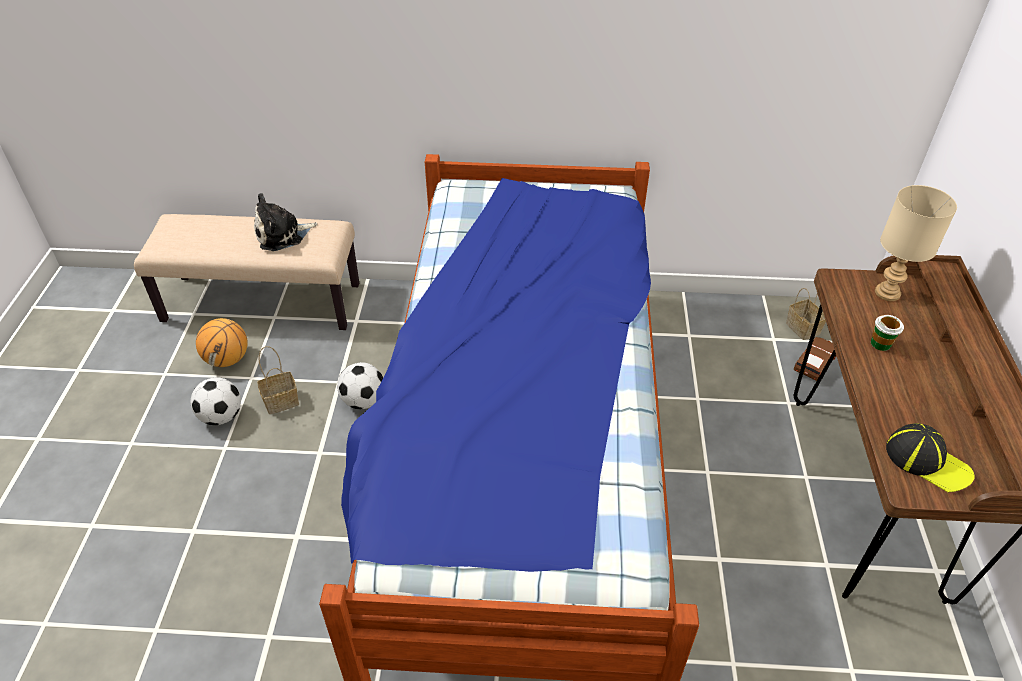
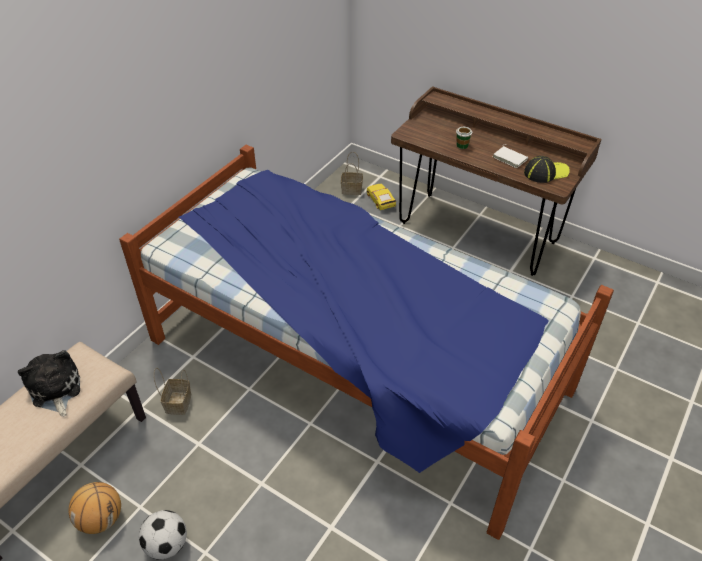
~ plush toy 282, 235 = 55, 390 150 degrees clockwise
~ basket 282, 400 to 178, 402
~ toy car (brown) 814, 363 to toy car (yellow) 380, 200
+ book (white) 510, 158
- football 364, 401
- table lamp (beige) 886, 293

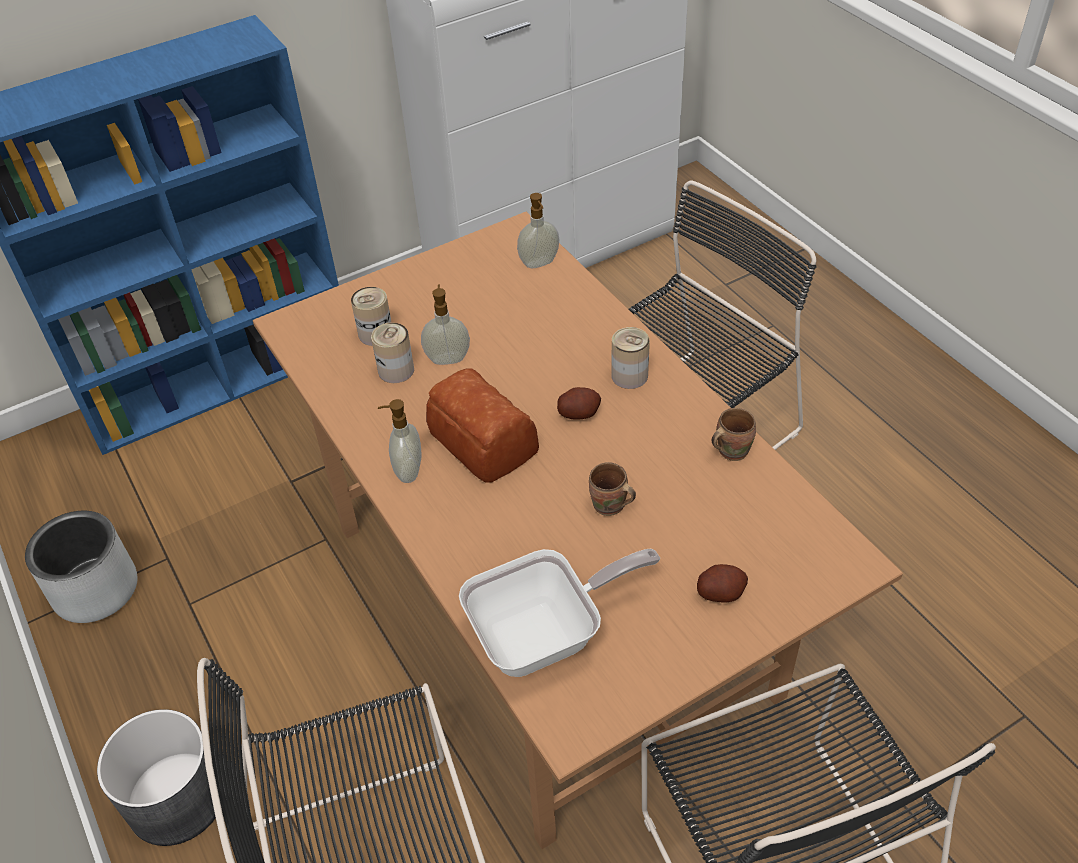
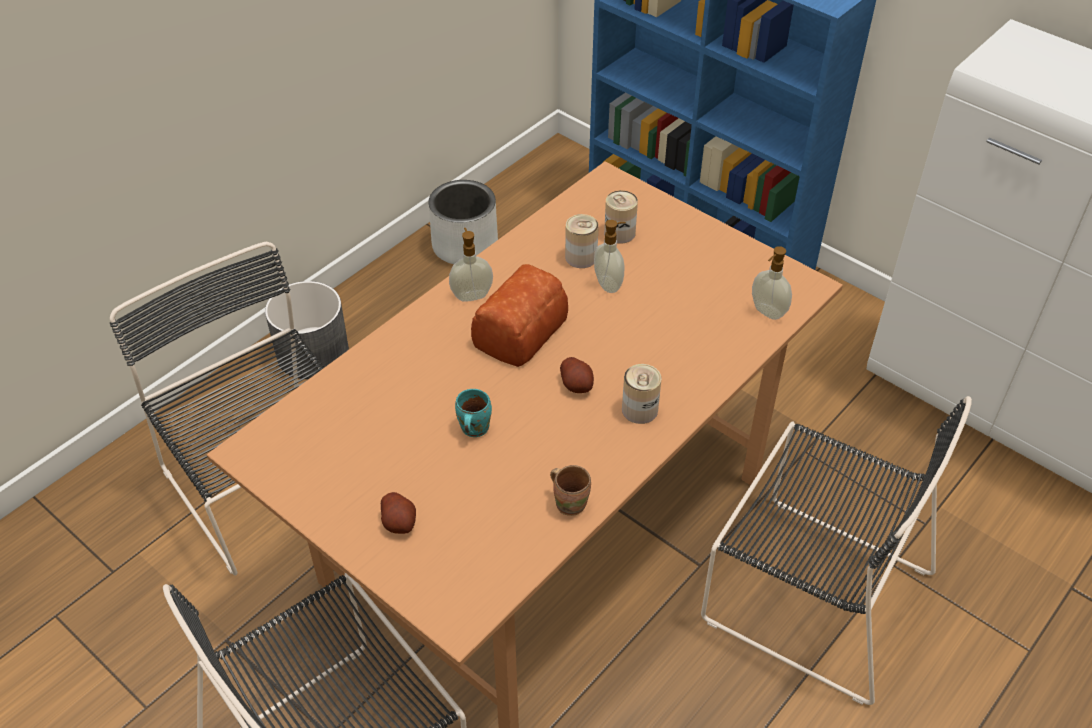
~ mug (brown) 609, 507 to mug (turquoise) 472, 429
- frying pan 546, 635

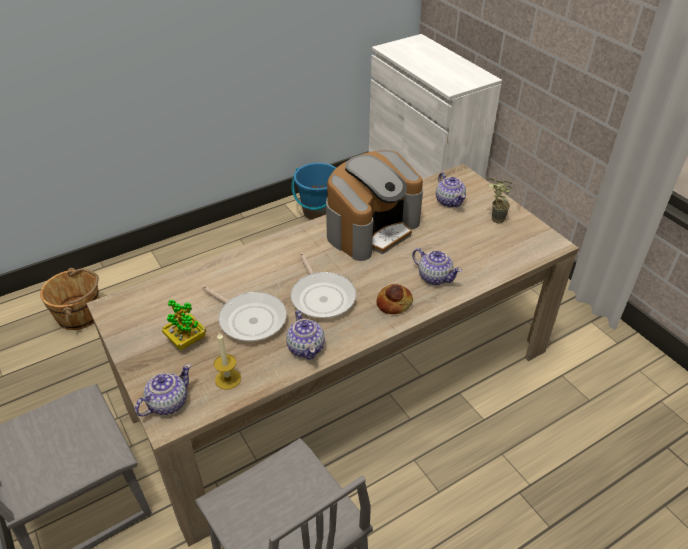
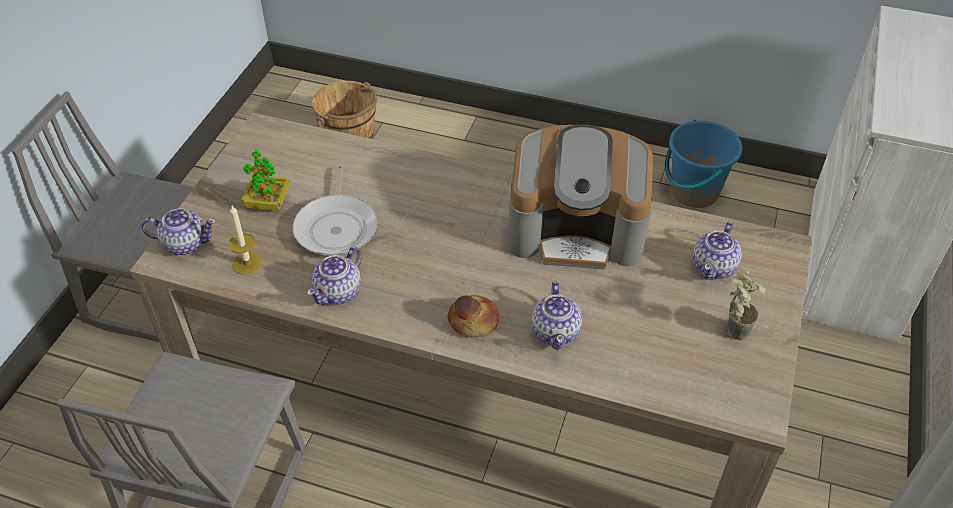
- frying pan 322, 296

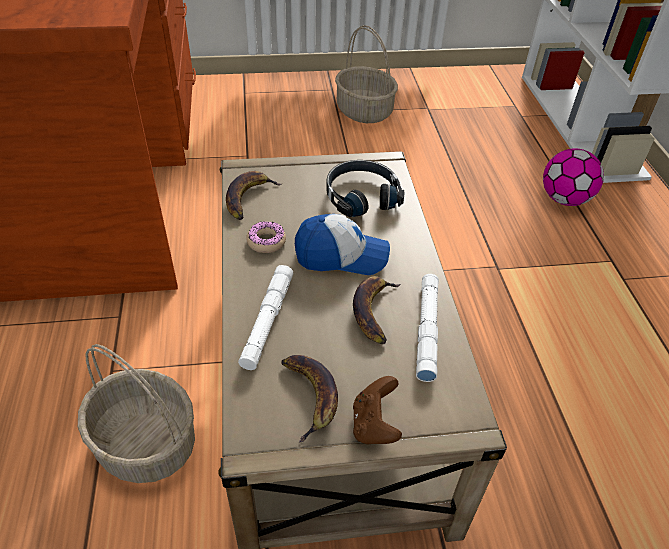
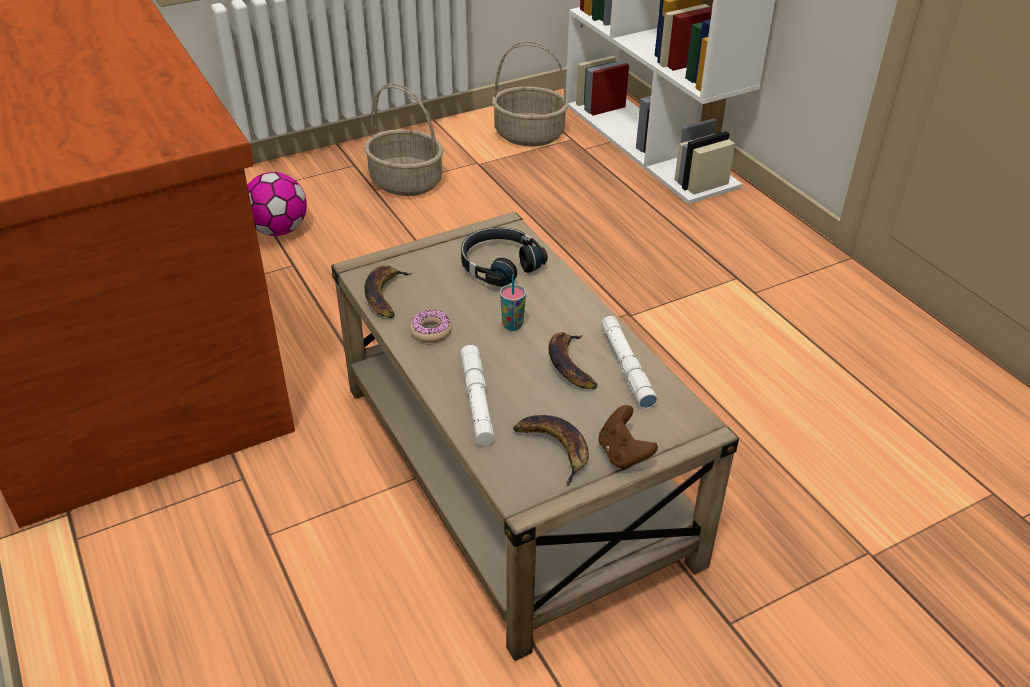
~ football 564, 199 to 279, 230
~ basket 148, 444 to 530, 135
~ cap 341, 256 to cup 512, 325

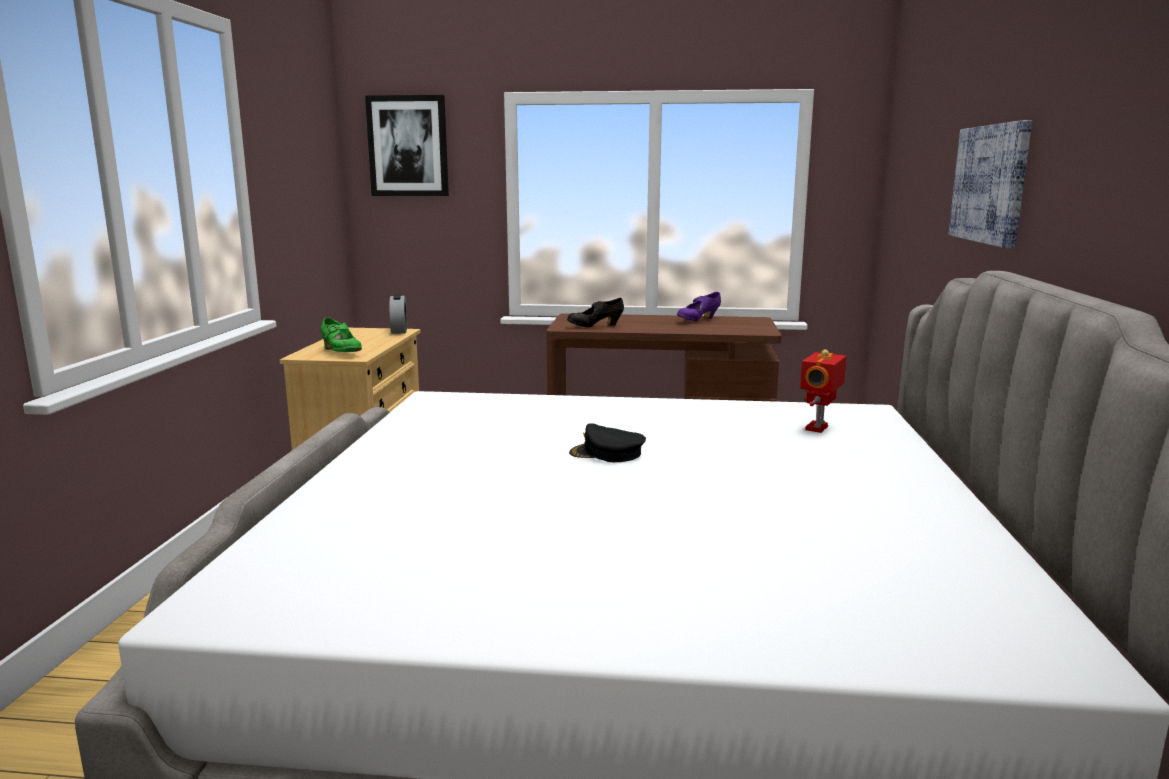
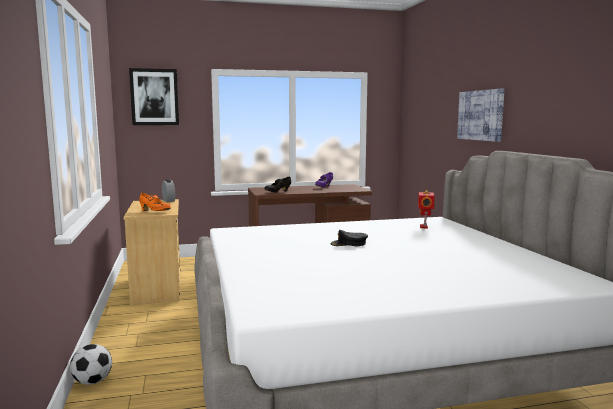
+ football 92, 382
~ shoe (green) 341, 352 to shoe (orange) 154, 211

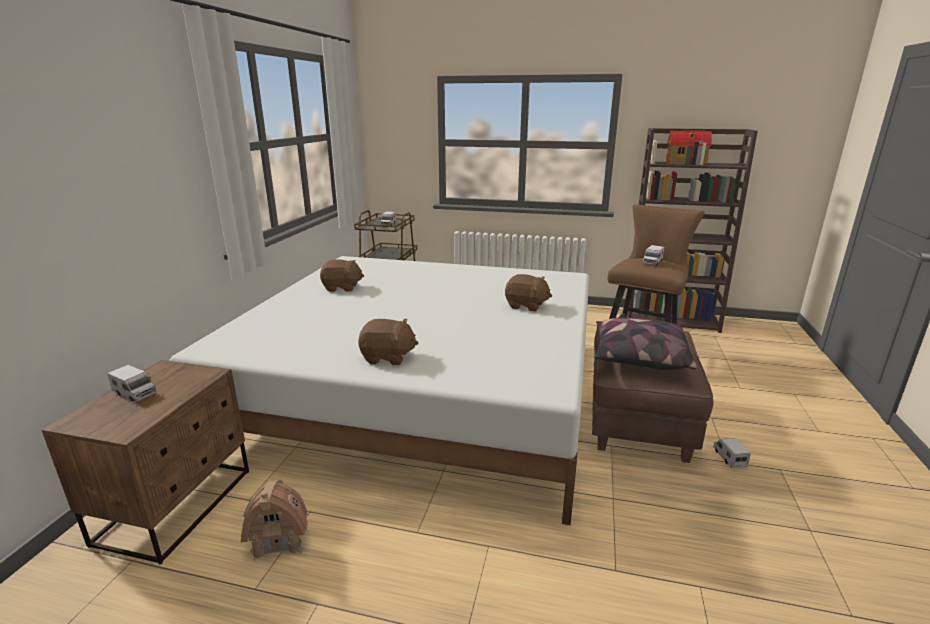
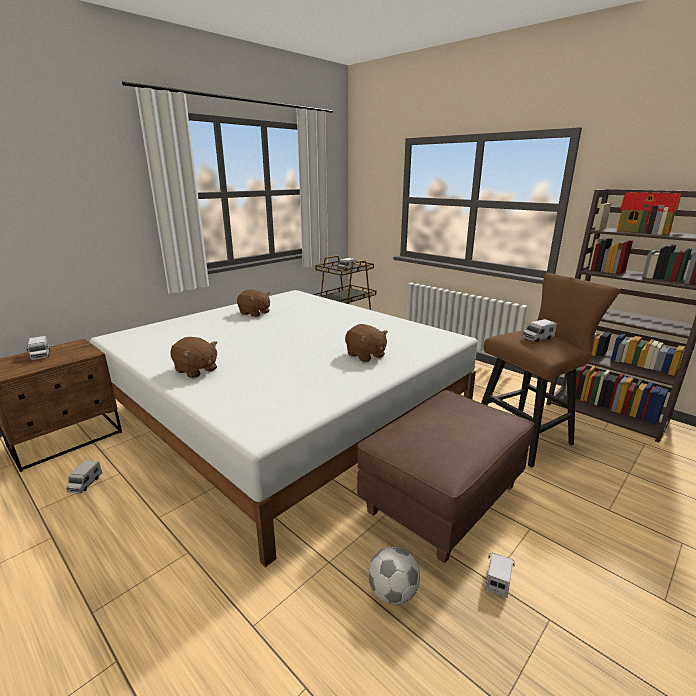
~ toy house 280, 539 to toy truck 85, 483
+ football 392, 593
- pillow 638, 358

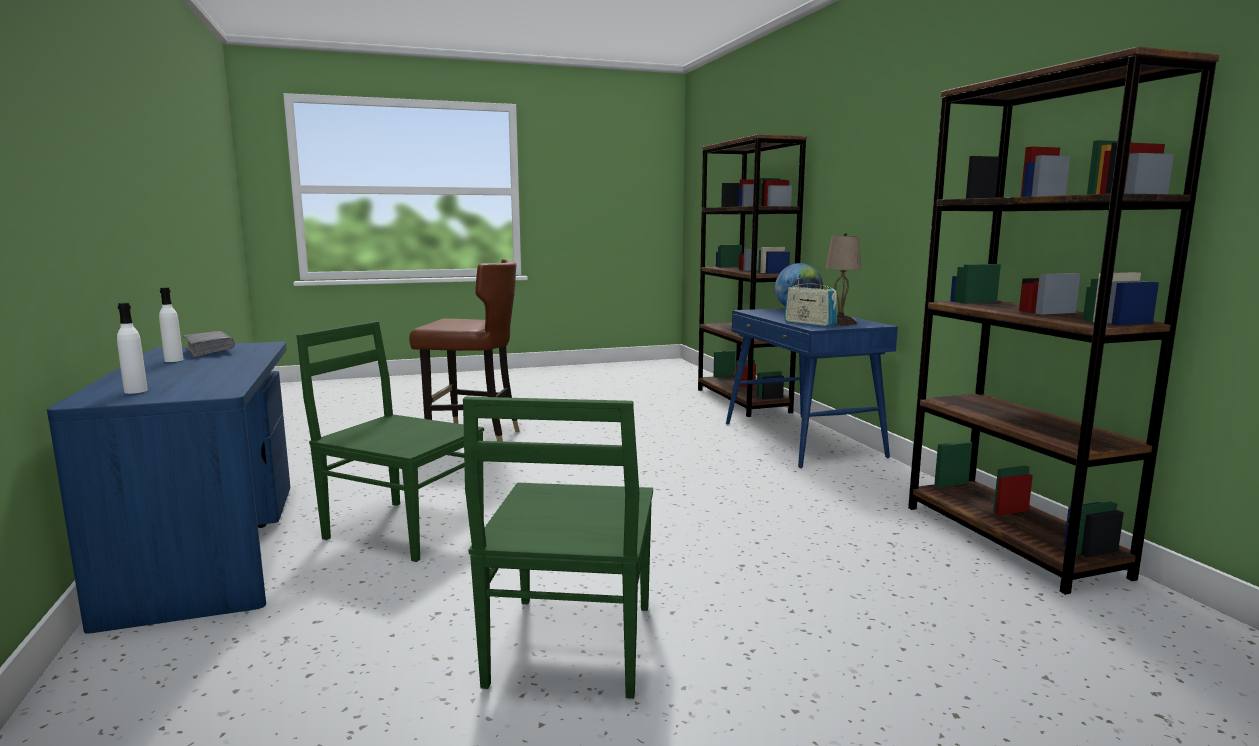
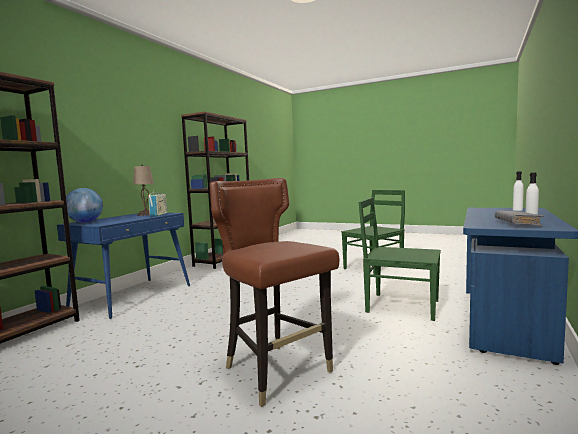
~ chair (green) 402, 529 = 400, 306 135 degrees clockwise

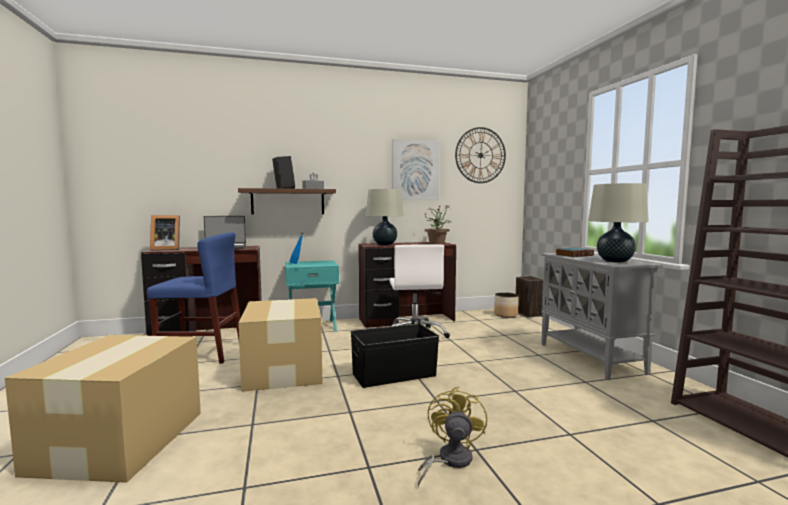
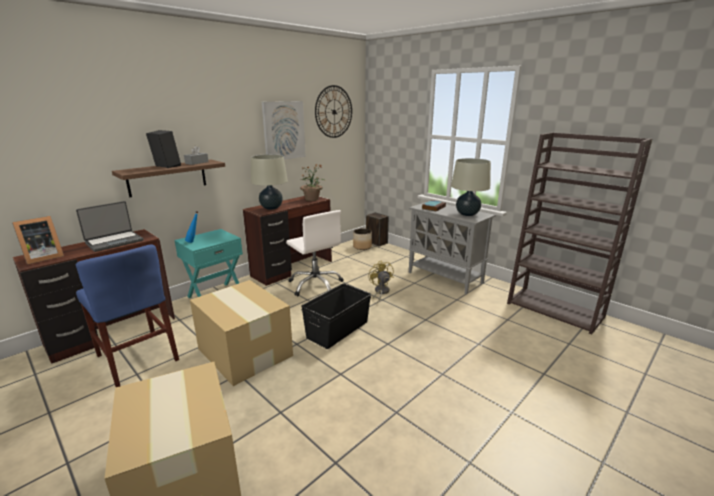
~ chair (blue) 201, 353 = 137, 358 75 degrees clockwise
~ fan (yellow) 449, 461 to 380, 292

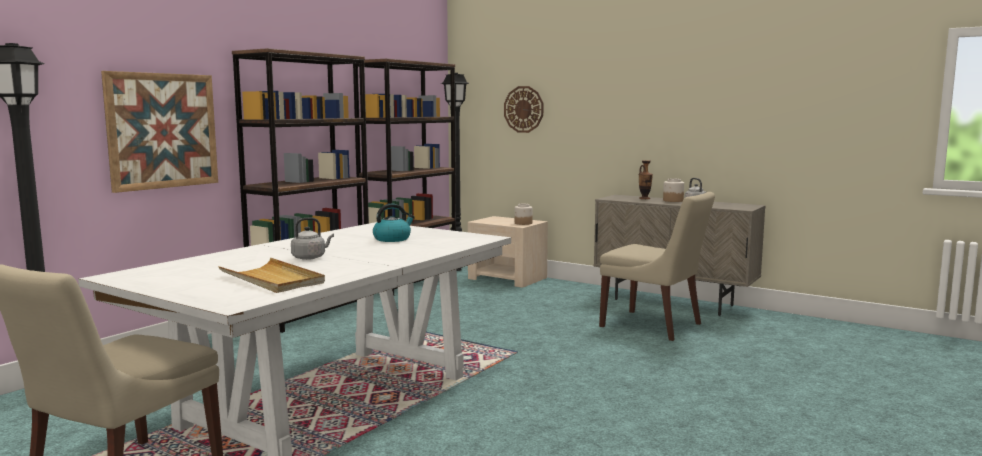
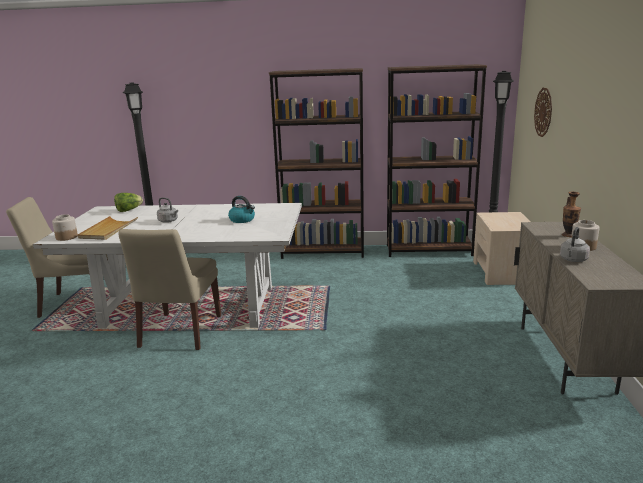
~ jar 523, 223 to 66, 237
+ lettuce 129, 210
~ chair (beige) 654, 326 to 179, 333
- picture 162, 131

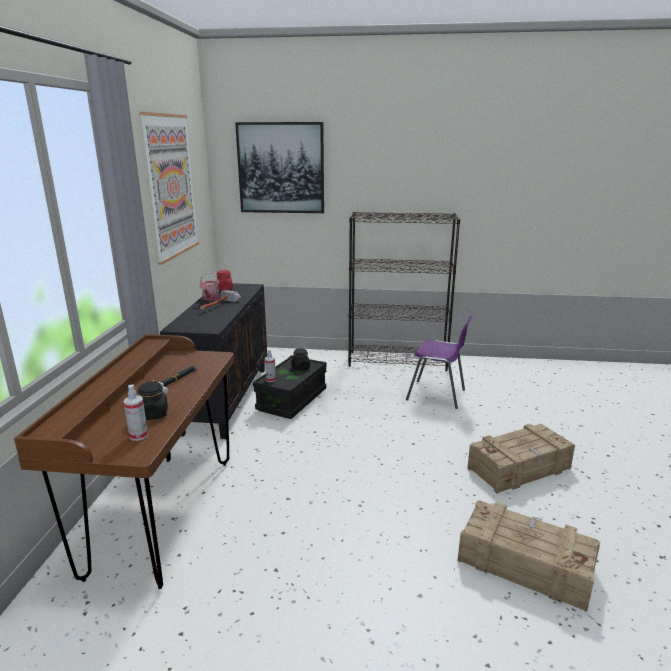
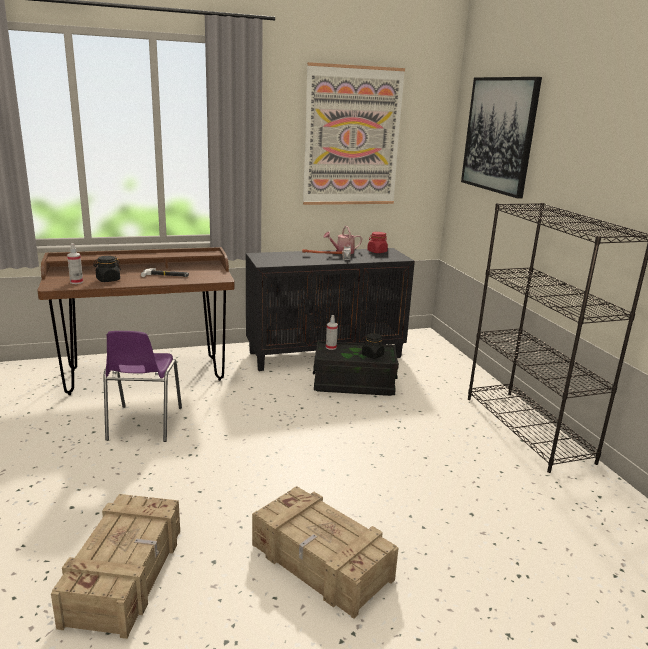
~ chair (purple) 437, 395 to 143, 425

